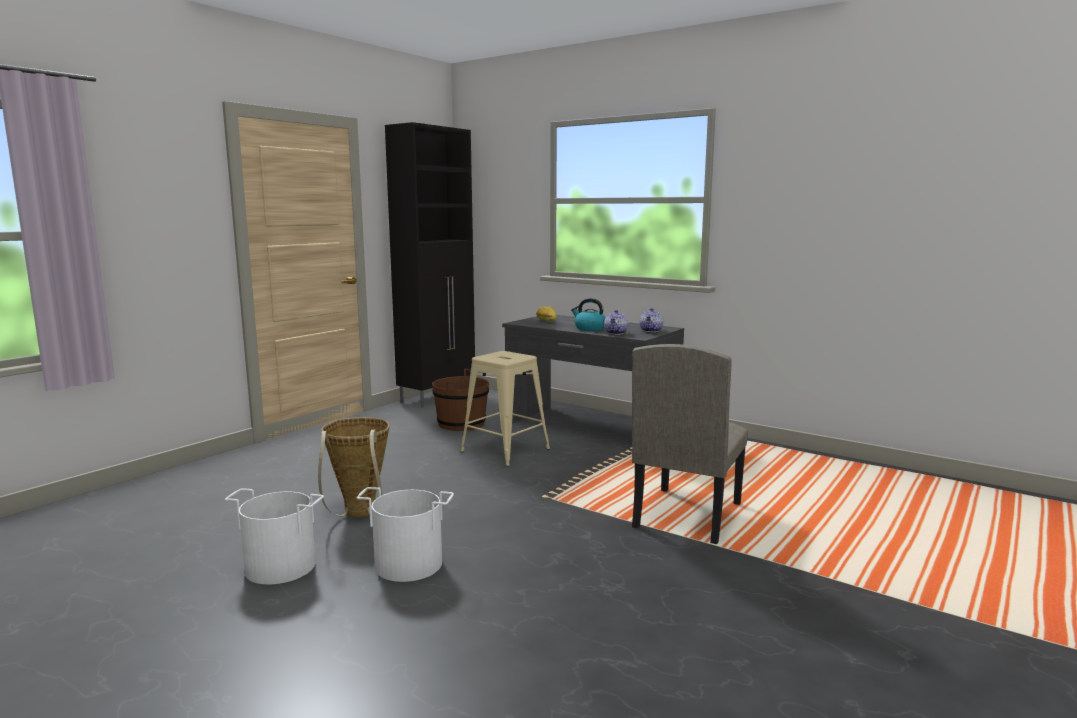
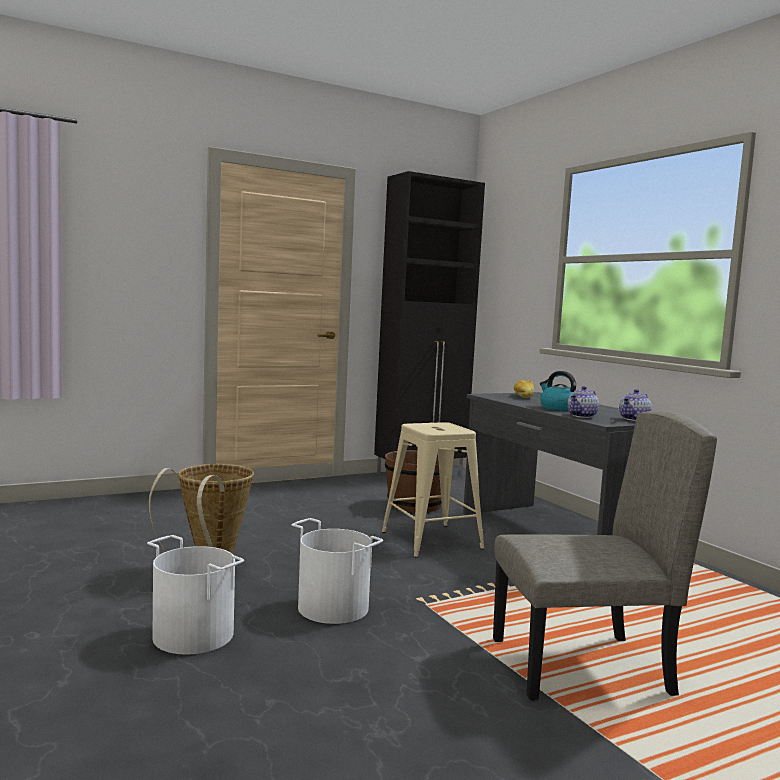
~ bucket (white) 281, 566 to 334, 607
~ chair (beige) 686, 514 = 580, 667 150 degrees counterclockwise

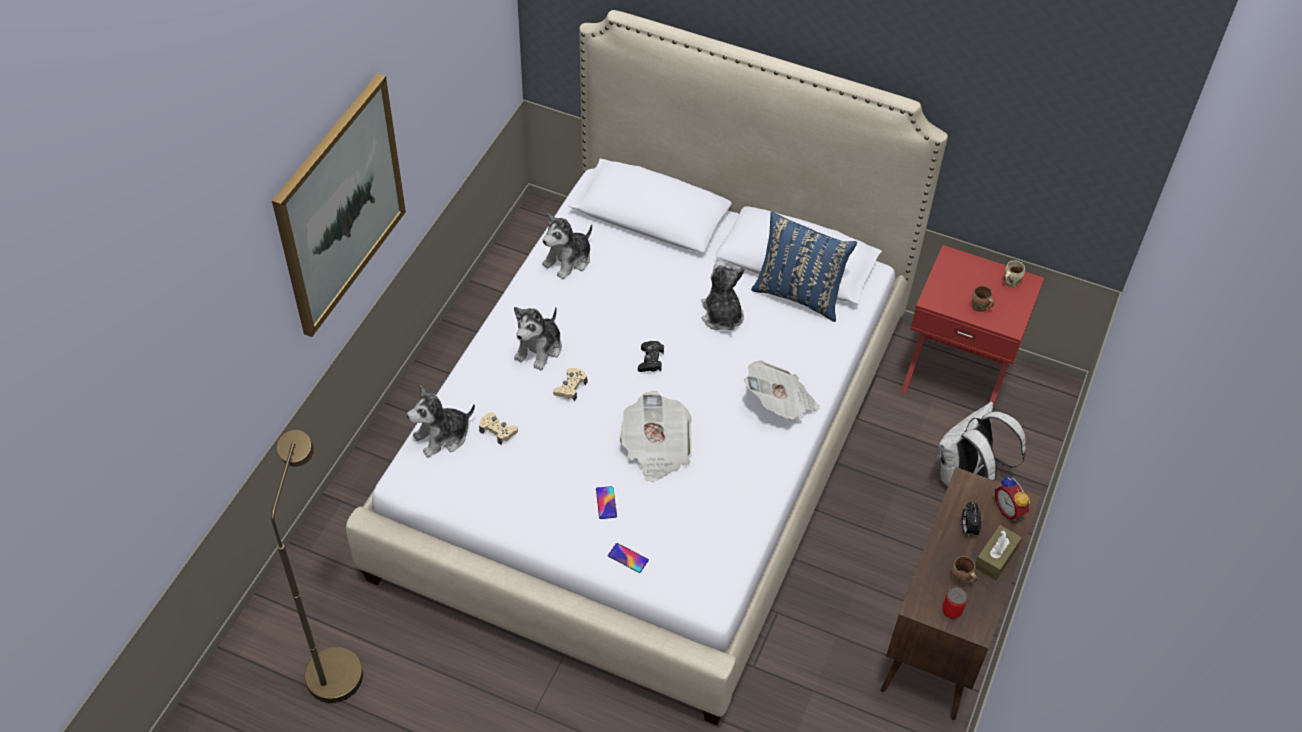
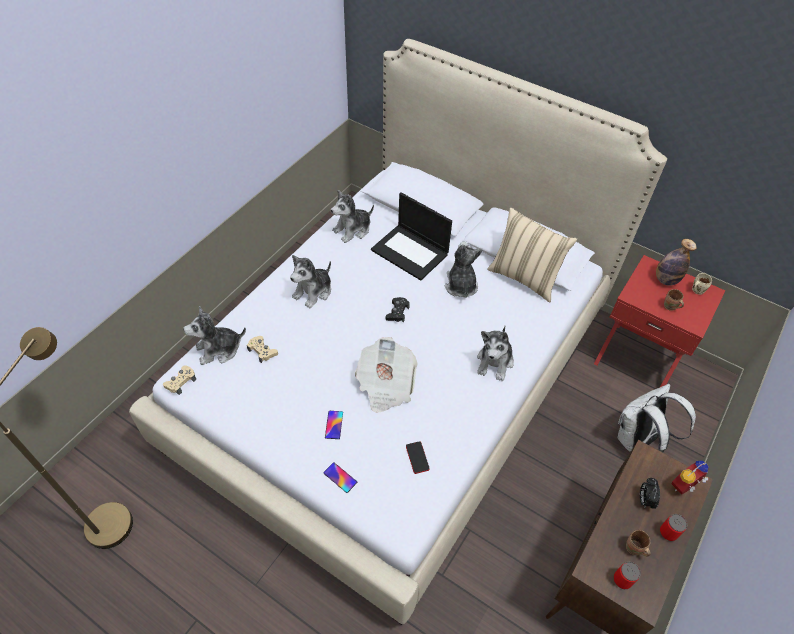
~ game controller (beige) 570, 387 to 181, 382
+ laptop 411, 252
+ phone 417, 457
~ newspaper 780, 403 to plush toy 495, 362
~ pillow (blue) 799, 294 to pillow (beige) 524, 277
+ bottle 665, 280
~ tissue box (brown) 995, 557 to can 668, 532
~ alarm clock 1010, 509 = 685, 487 75 degrees clockwise
- picture 340, 205

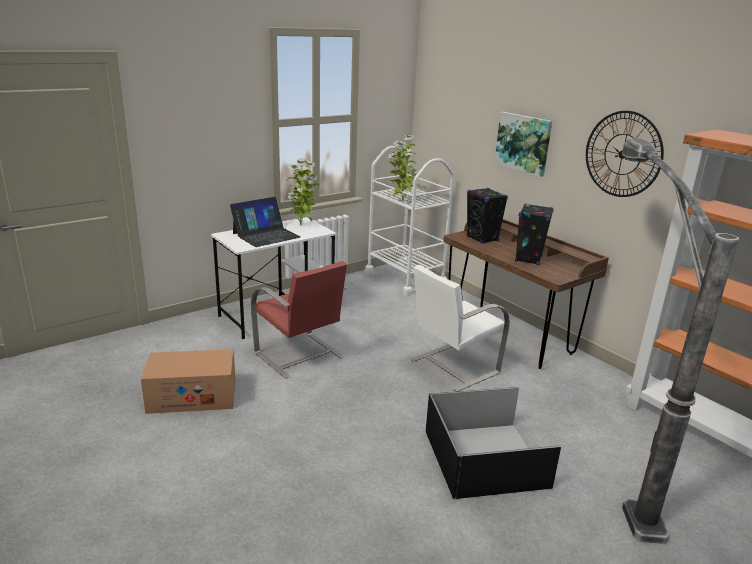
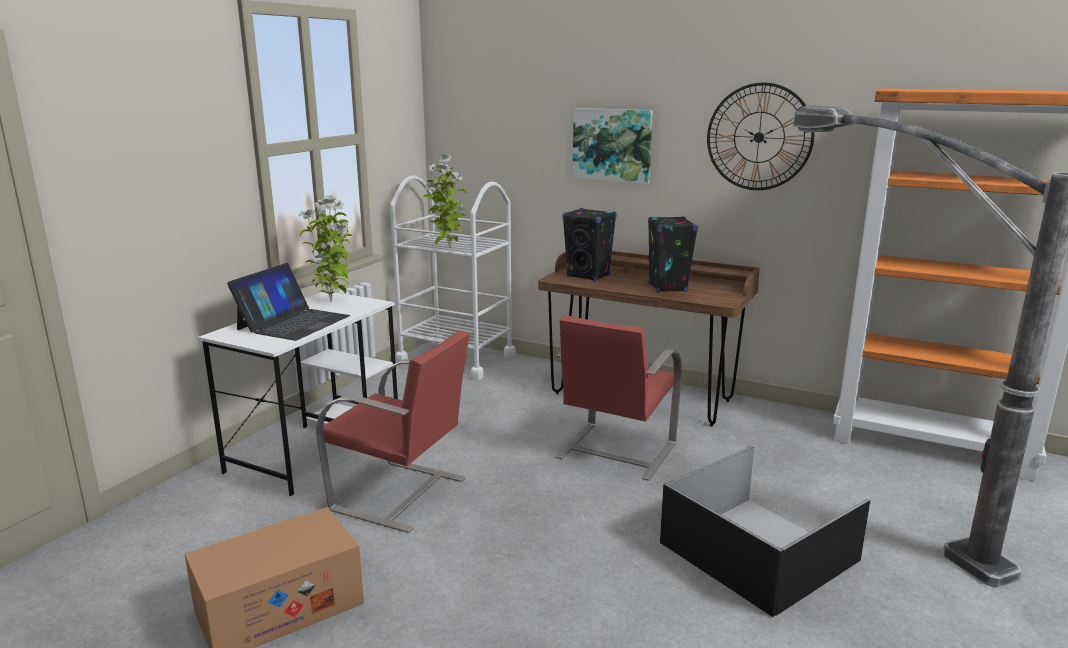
~ chair (white) 452, 366 to chair (red) 614, 451

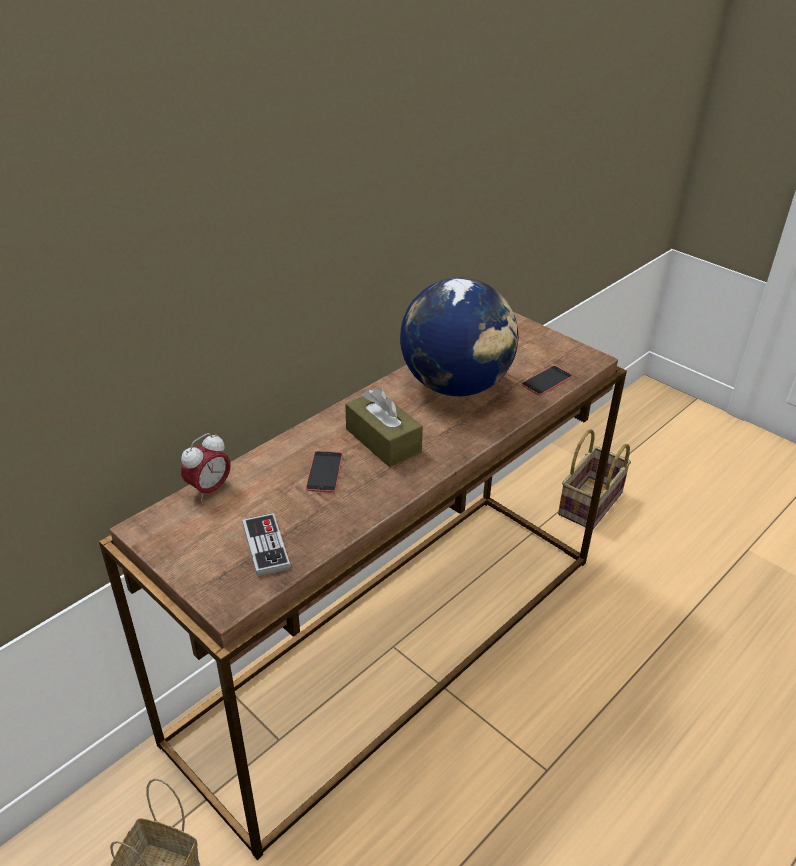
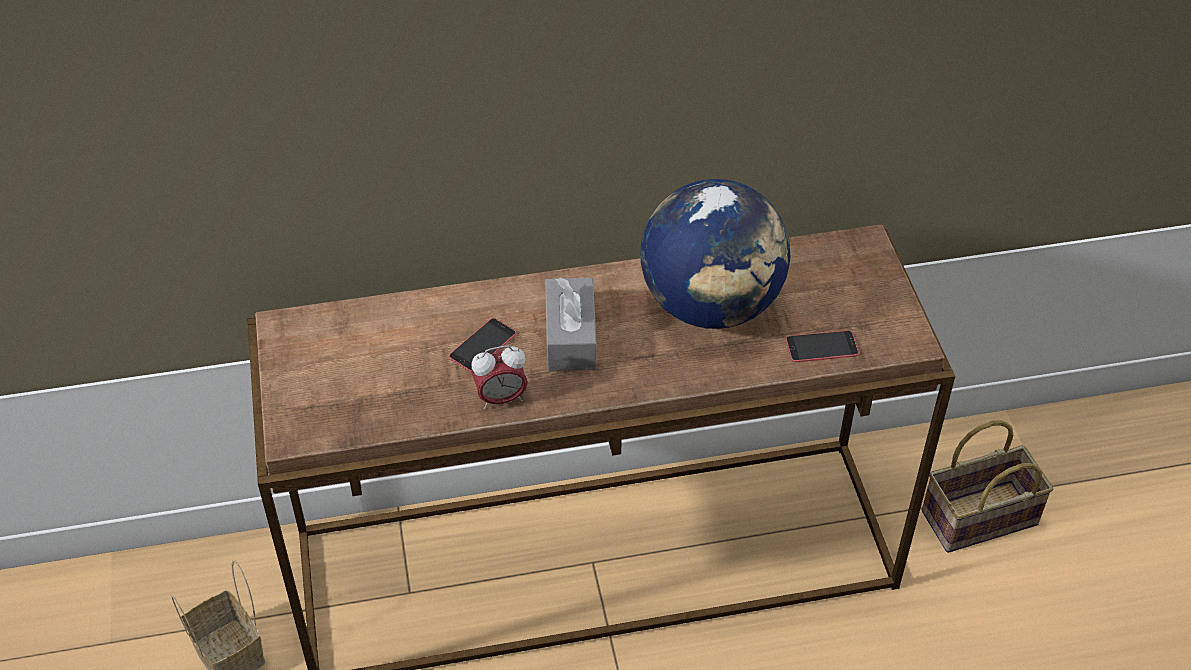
~ alarm clock 209, 489 to 501, 398
~ tissue box (brown) 383, 440 to tissue box (grey) 570, 337
- game controller 266, 546

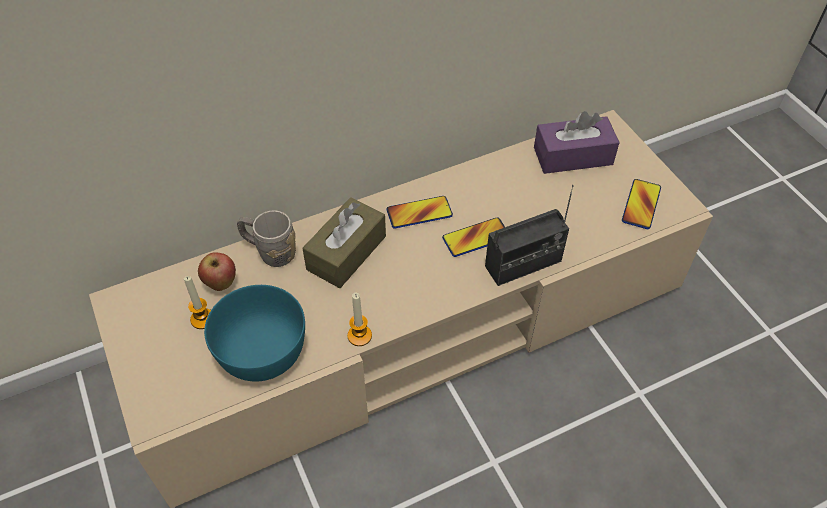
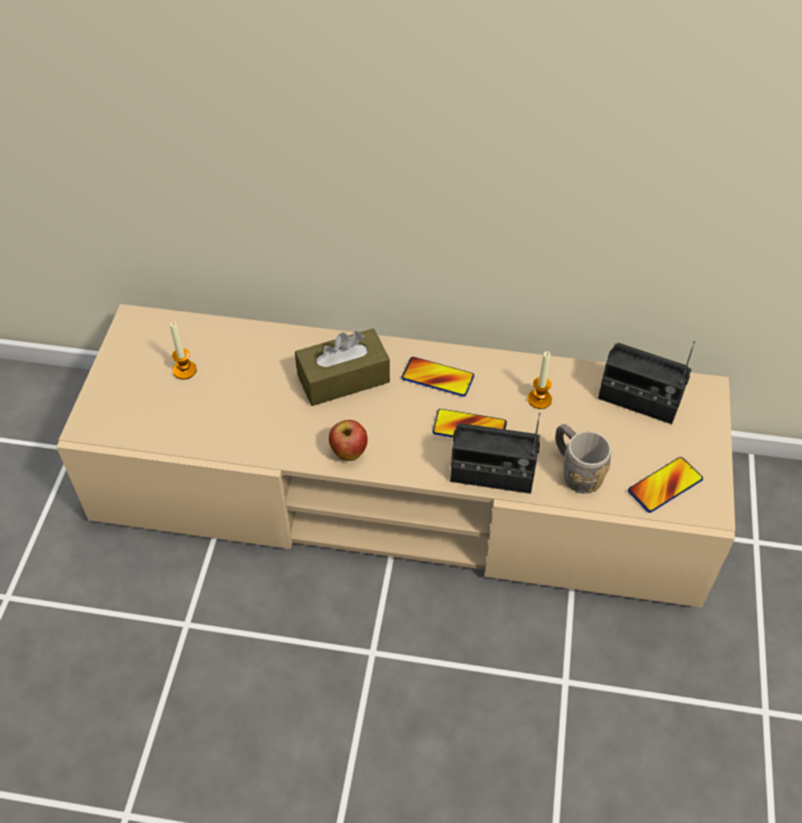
~ apple 221, 283 to 349, 453
~ candle 359, 336 to 539, 399
~ mug (grey) 270, 252 to 576, 472
~ tissue box (purple) 573, 156 to radio 638, 401
- bowl (turquoise) 260, 350

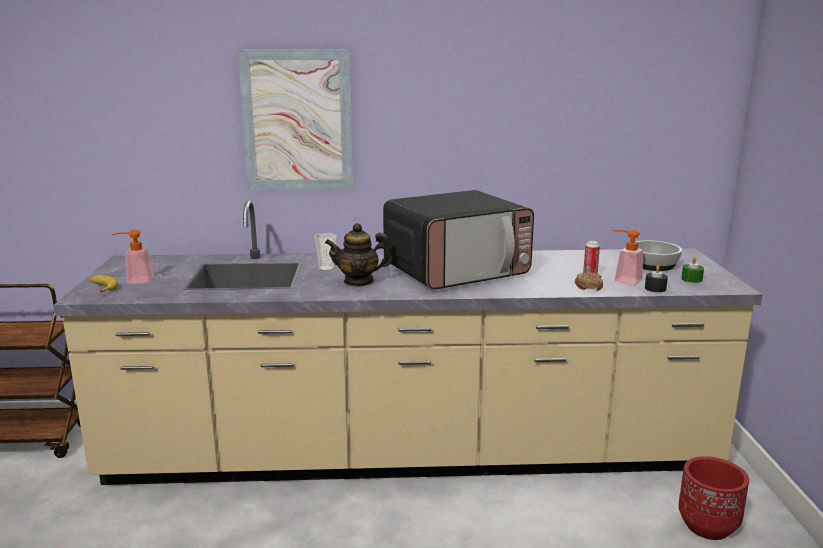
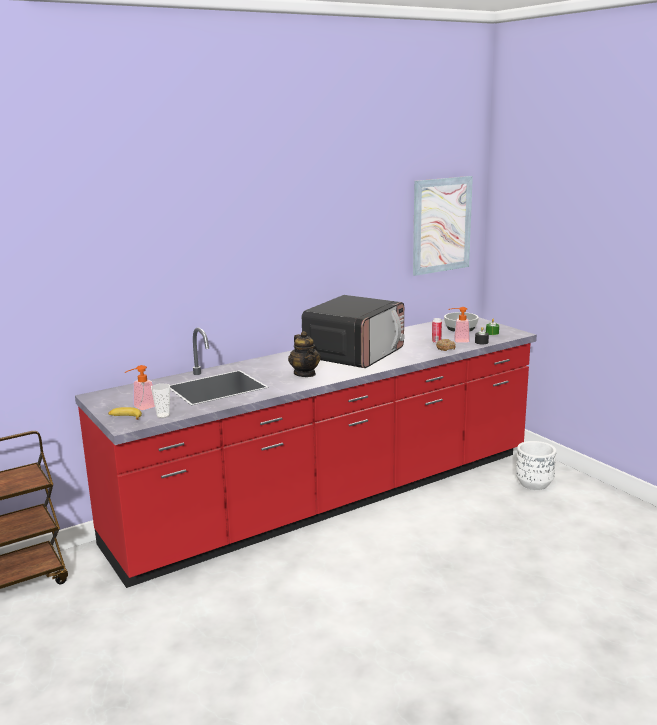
~ counter (beige) 411, 453 to counter (red) 331, 498
~ cup 326, 268 to 163, 415
~ teapot 359, 281 = 305, 374 75 degrees counterclockwise
~ picture 297, 120 to 441, 225
~ planter (red) 708, 526 to planter (white) 534, 484

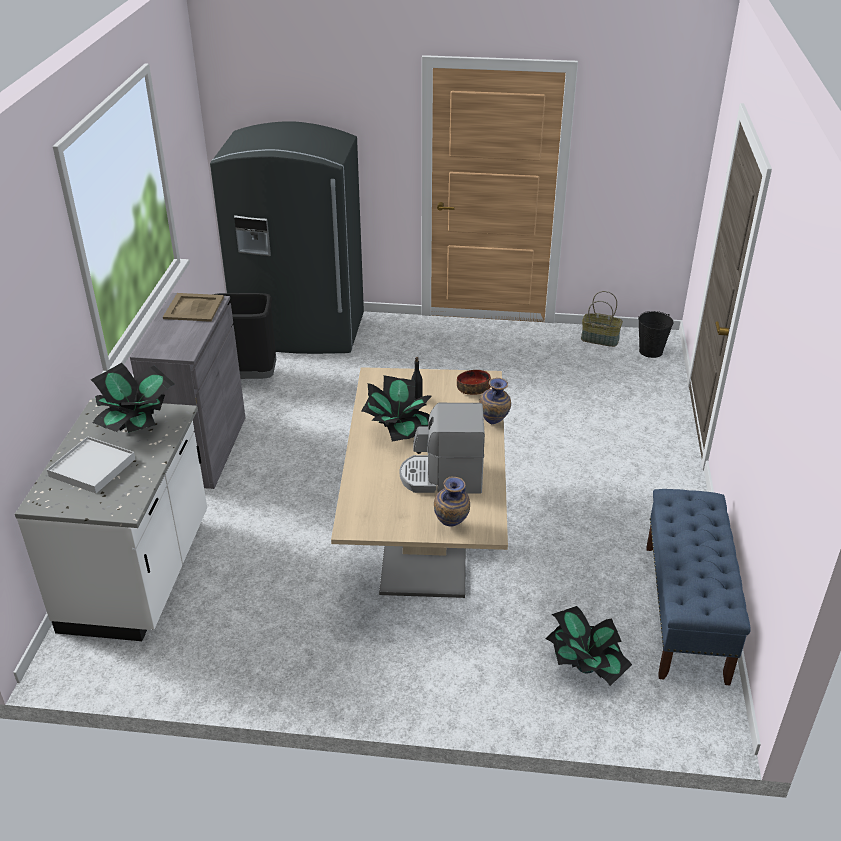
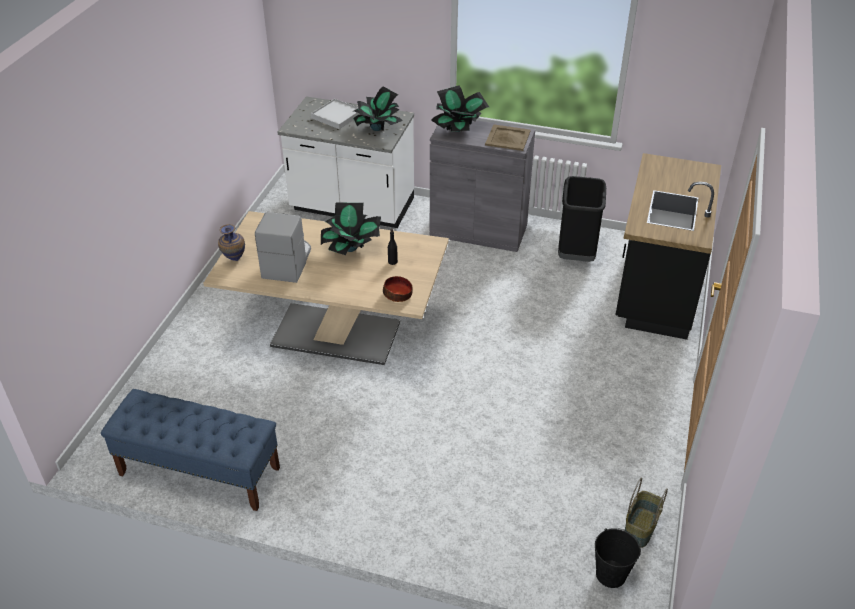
~ potted plant 585, 666 to 458, 128
~ fridge (grey) 300, 332 to counter (black) 655, 287
- vase 494, 424

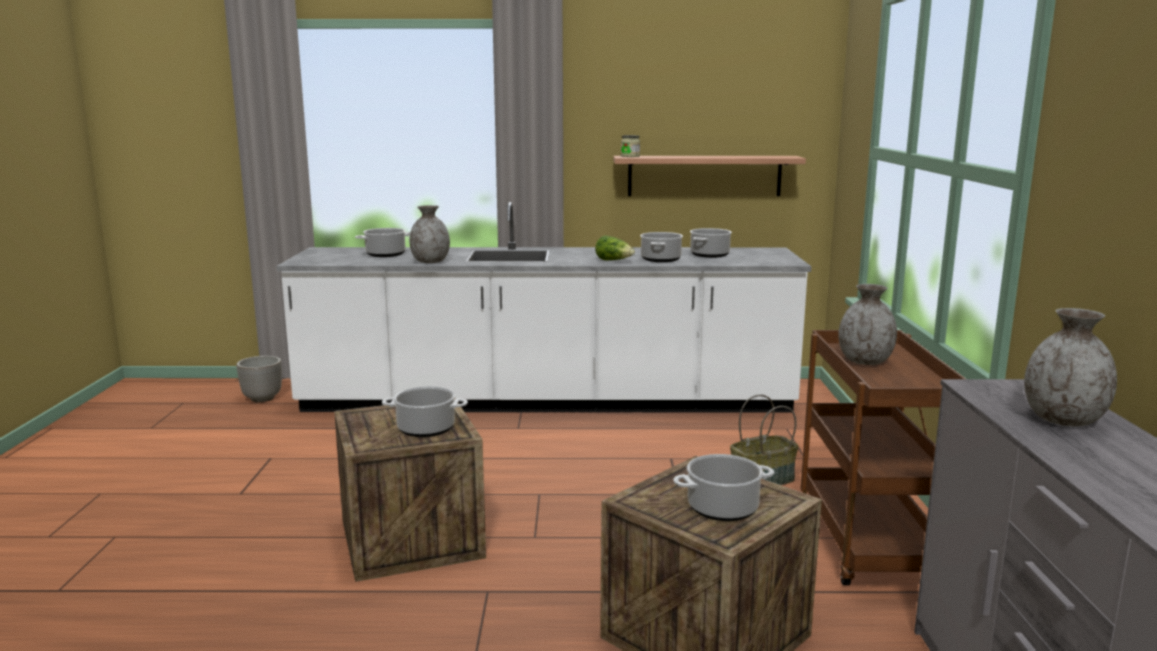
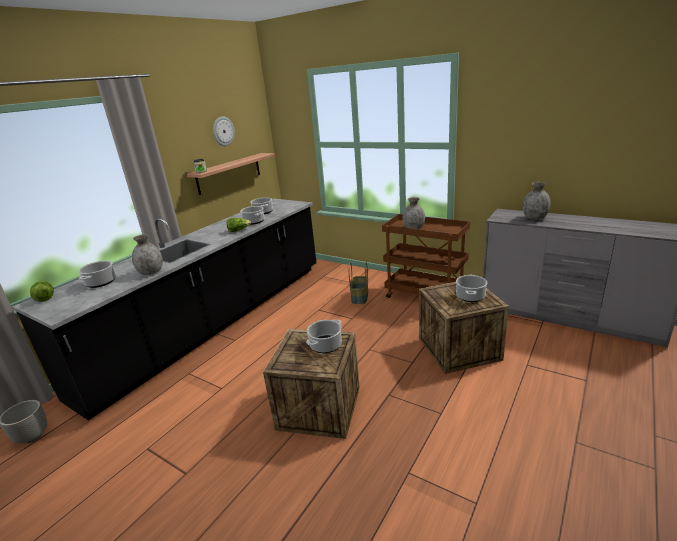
~ counter (white) 547, 402 to counter (black) 216, 322
+ lettuce 44, 297
+ wall clock 223, 131

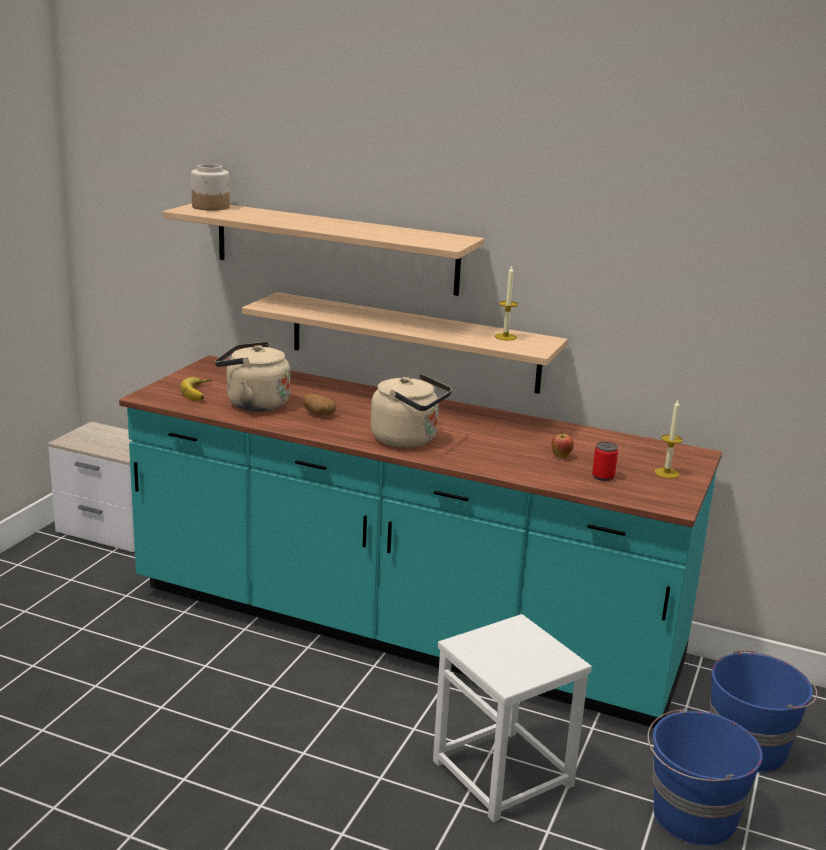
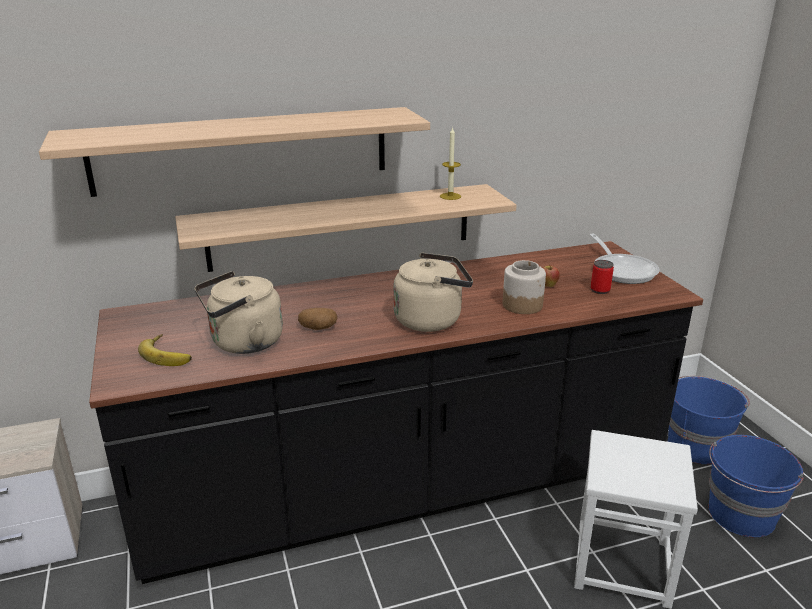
~ counter (turquoise) 402, 628 to counter (black) 406, 488
~ jar 211, 207 to 522, 305
~ candle 666, 473 to frying pan 622, 270

